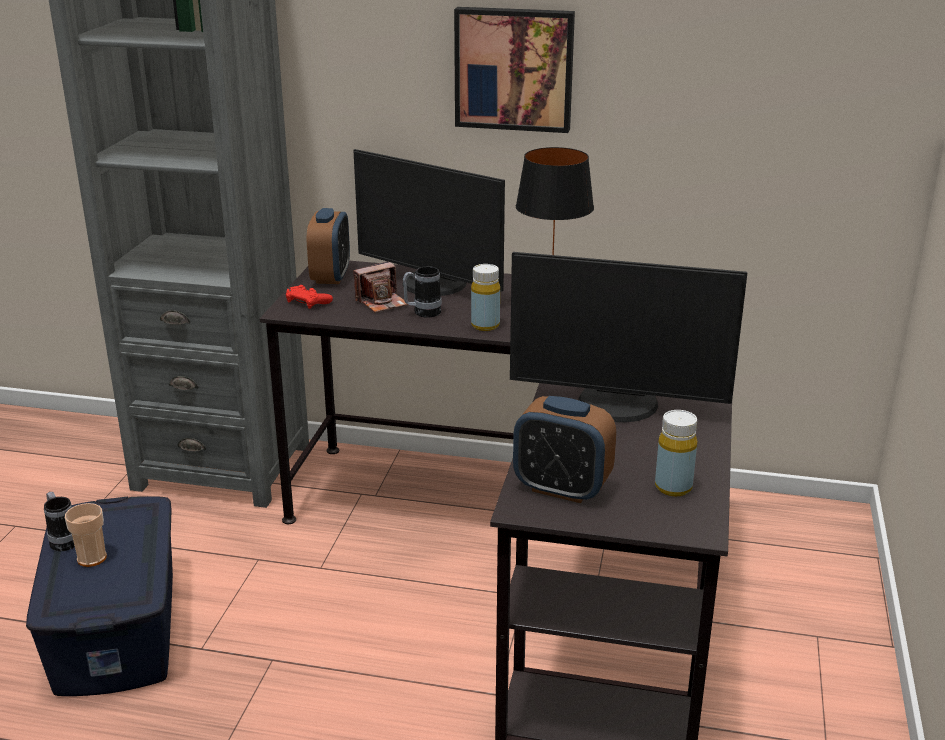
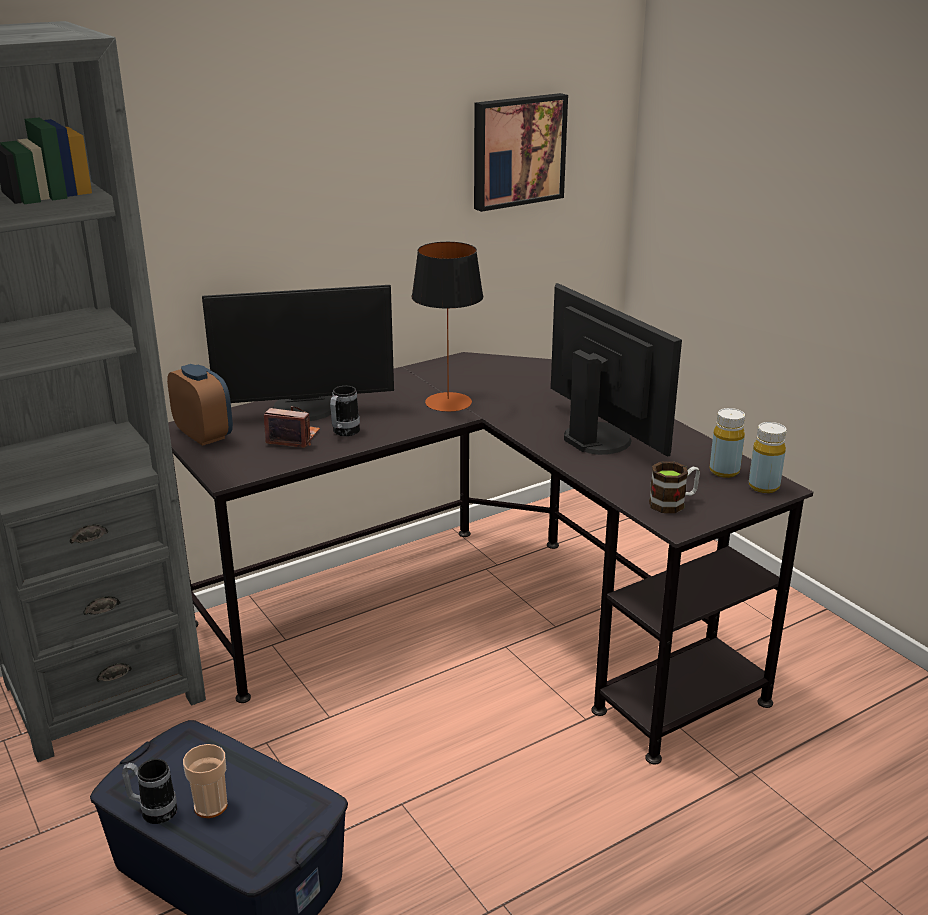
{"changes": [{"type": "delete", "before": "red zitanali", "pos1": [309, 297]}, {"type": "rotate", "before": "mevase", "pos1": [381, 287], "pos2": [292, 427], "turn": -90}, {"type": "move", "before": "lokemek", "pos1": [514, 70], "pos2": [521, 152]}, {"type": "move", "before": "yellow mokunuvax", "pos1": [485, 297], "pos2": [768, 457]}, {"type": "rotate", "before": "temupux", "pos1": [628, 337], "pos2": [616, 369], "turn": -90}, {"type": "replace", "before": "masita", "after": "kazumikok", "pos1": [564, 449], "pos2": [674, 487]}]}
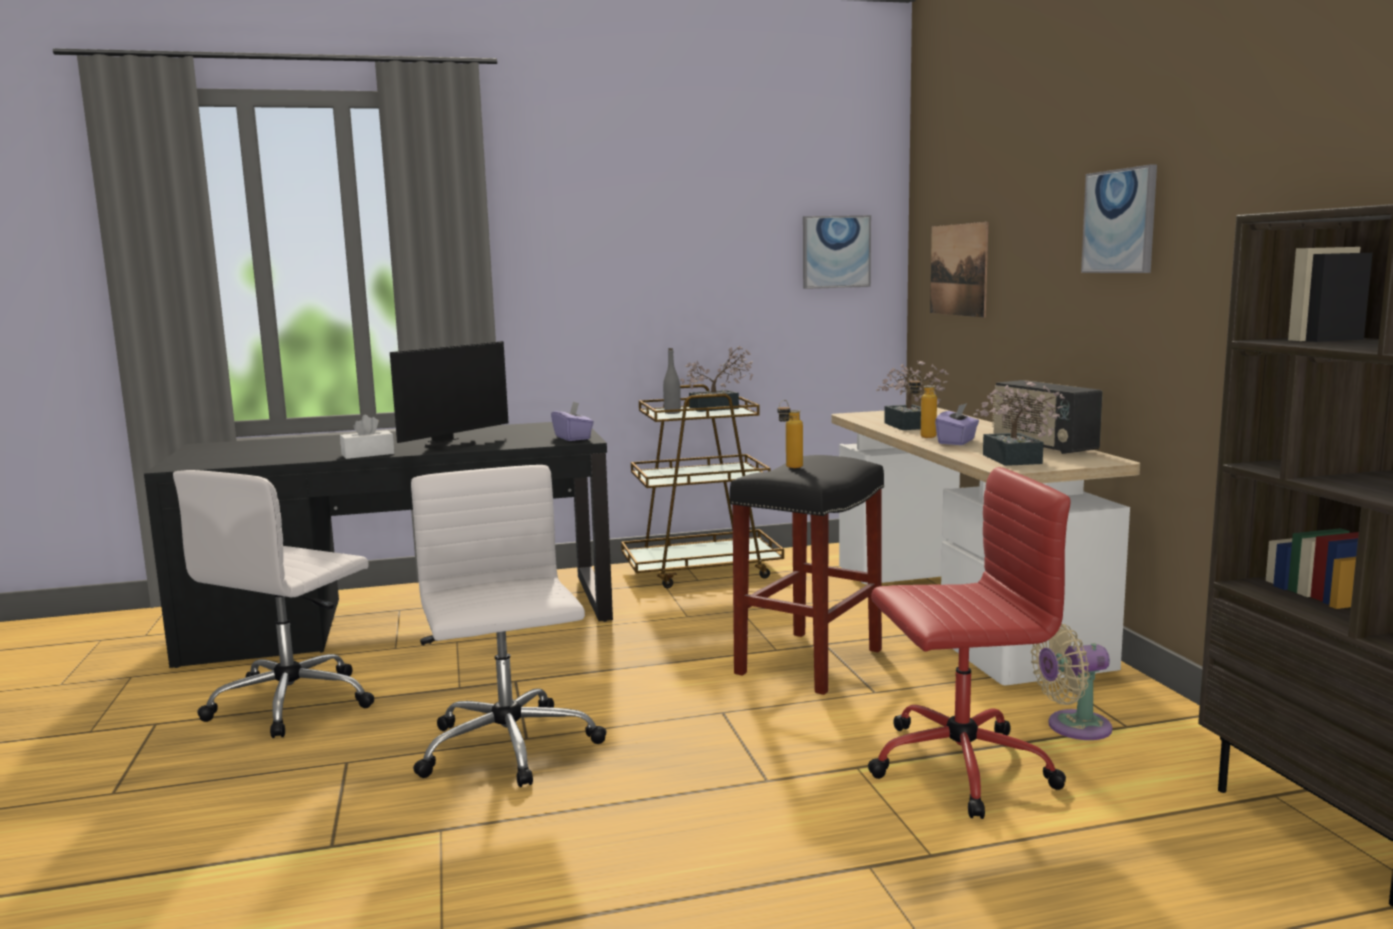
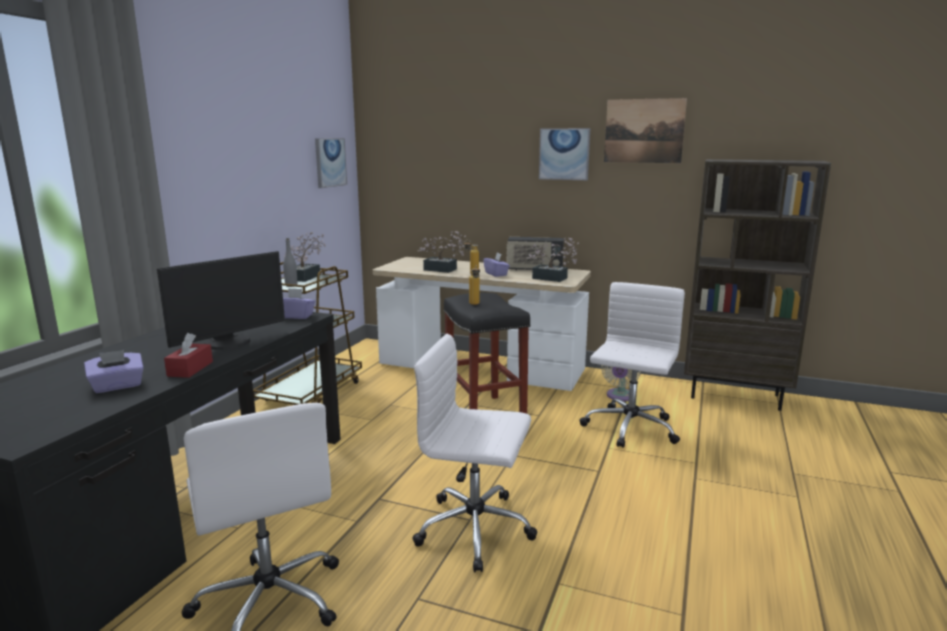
{"changes": [{"type": "recolor", "before": "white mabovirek", "after": "red mabovirek", "pos1": [367, 437], "pos2": [188, 355]}, {"type": "rotate", "before": "temupux", "pos1": [449, 395], "pos2": [221, 300], "turn": 60}, {"type": "recolor", "before": "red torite", "after": "white torite", "pos1": [969, 643], "pos2": [632, 365]}, {"type": "move", "before": "lokemek", "pos1": [959, 270], "pos2": [645, 130]}, {"type": "insert", "after": "purple mabovirek", "pos2": [114, 371]}]}
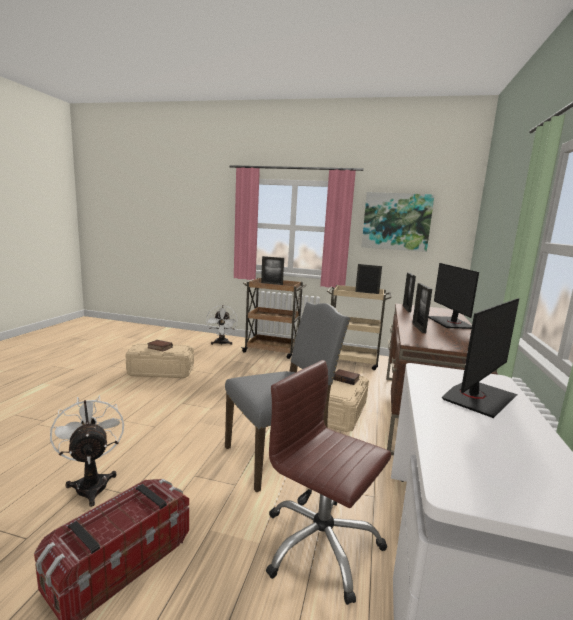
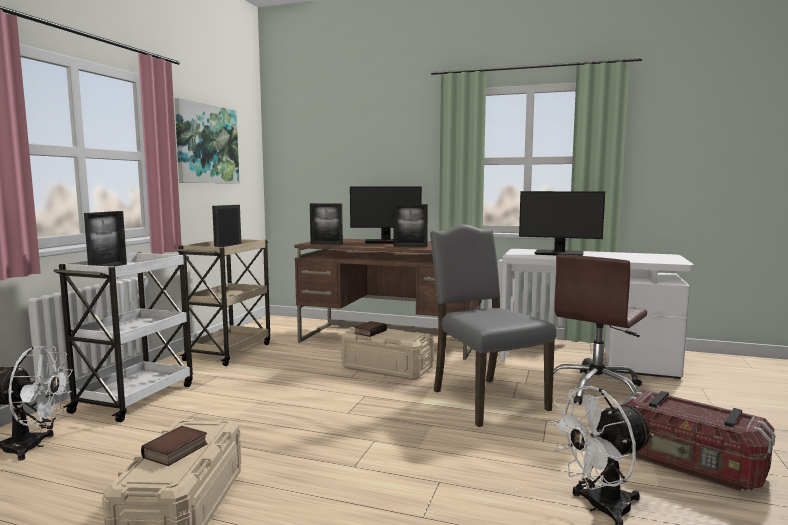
{"changes": [{"type": "recolor", "before": "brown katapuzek", "after": "white katapuzek", "pos1": [274, 318], "pos2": [123, 337]}, {"type": "rotate", "before": "temupux", "pos1": [480, 358], "pos2": [562, 223], "turn": 150}]}
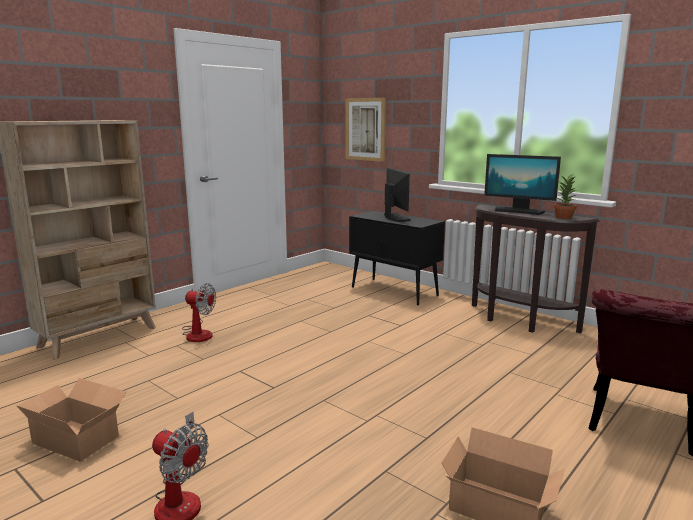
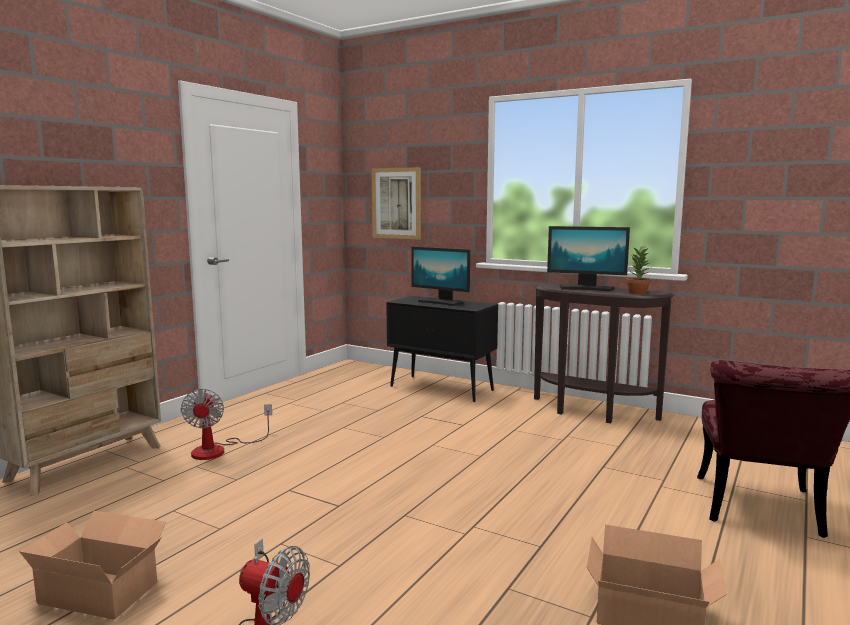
{"changes": [{"type": "rotate", "before": "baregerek", "pos1": [199, 312], "pos2": [226, 424], "turn": 75}, {"type": "rotate", "before": "temupux", "pos1": [397, 195], "pos2": [440, 276], "turn": 150}]}
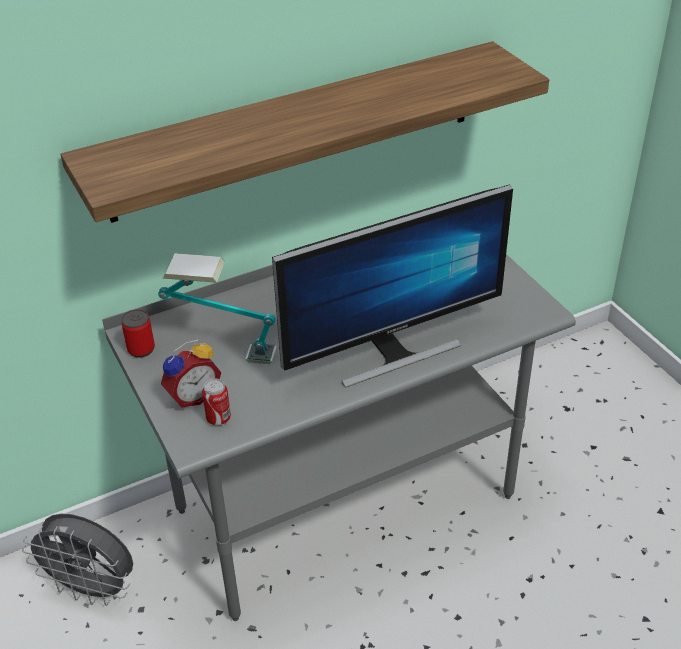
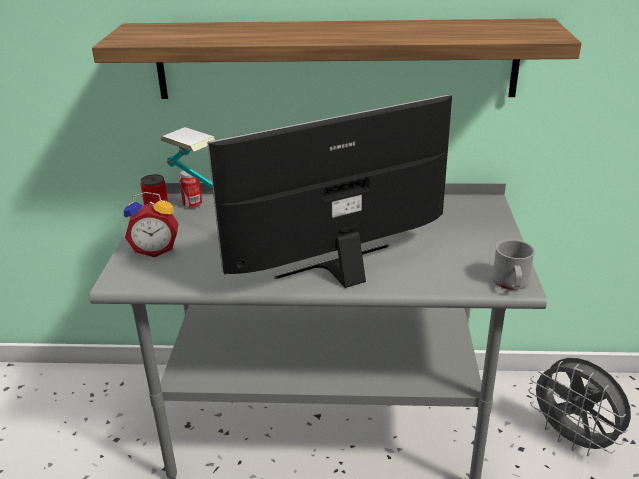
{"changes": [{"type": "move", "before": "grey baregerek", "pos1": [77, 560], "pos2": [579, 407]}, {"type": "move", "before": "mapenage", "pos1": [216, 402], "pos2": [190, 188]}, {"type": "rotate", "before": "temupux", "pos1": [392, 286], "pos2": [329, 191], "turn": 150}, {"type": "insert", "after": "grey kazumikok", "pos2": [513, 264]}]}
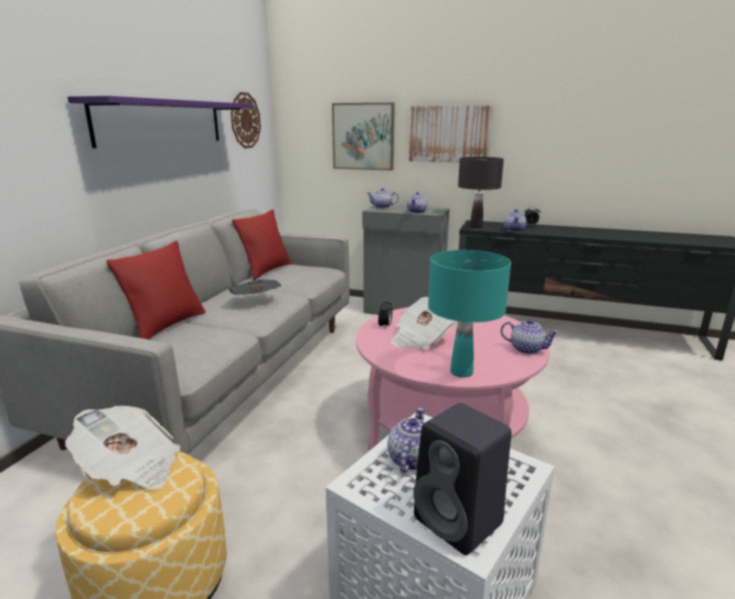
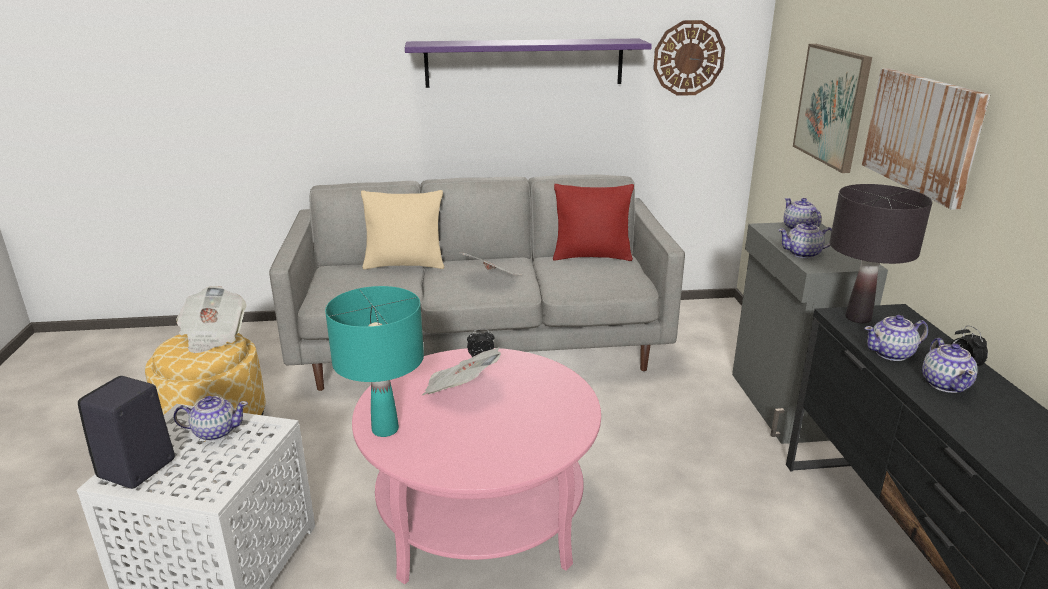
{"changes": [{"type": "recolor", "before": "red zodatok", "after": "beige zodatok", "pos1": [156, 290], "pos2": [403, 230]}, {"type": "move", "before": "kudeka", "pos1": [530, 336], "pos2": [950, 365]}]}
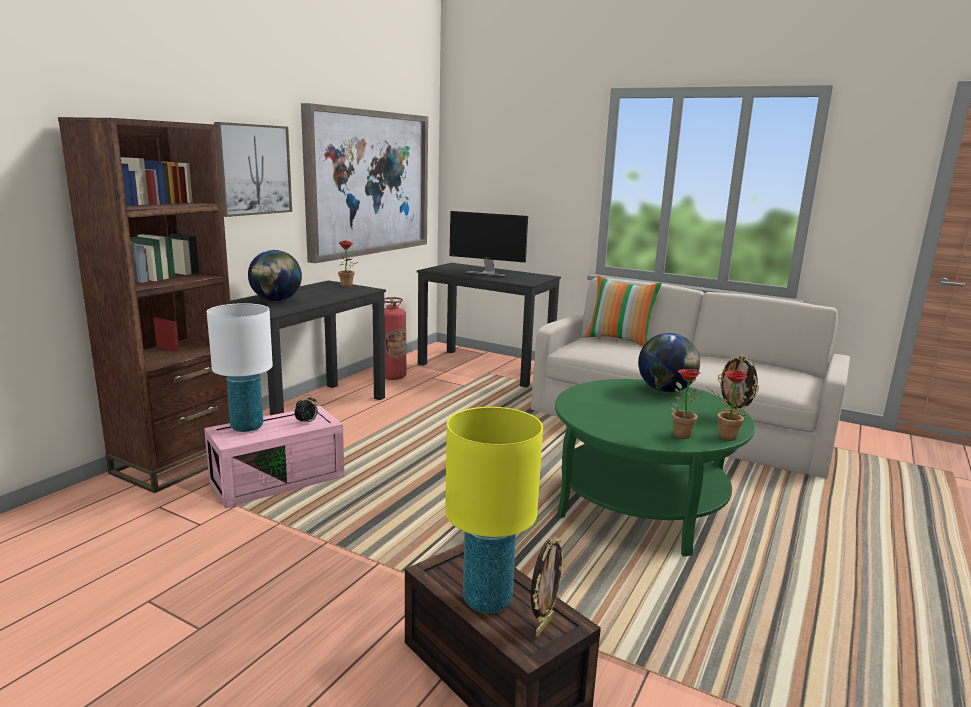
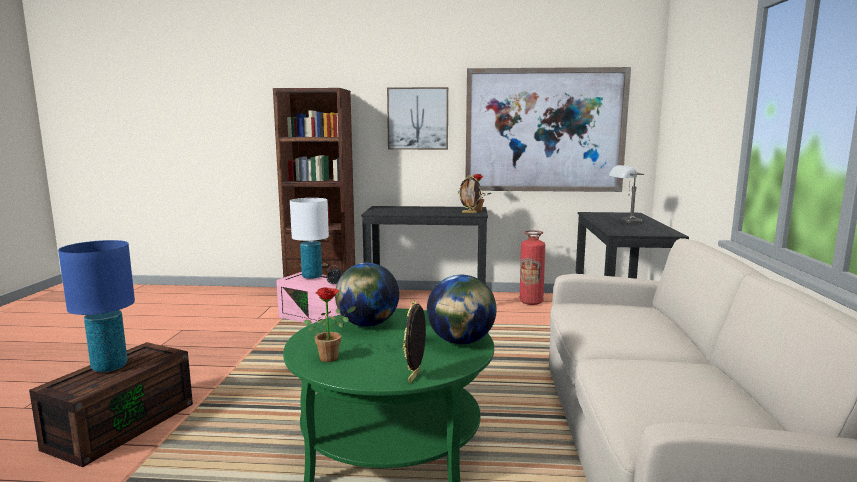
{"changes": [{"type": "move", "before": "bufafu", "pos1": [275, 275], "pos2": [367, 295]}, {"type": "recolor", "before": "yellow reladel", "after": "blue reladel", "pos1": [494, 510], "pos2": [96, 306]}, {"type": "replace", "before": "temupux", "after": "grey reladel", "pos1": [489, 243], "pos2": [626, 194]}, {"type": "move", "before": "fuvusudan", "pos1": [547, 587], "pos2": [470, 194]}, {"type": "delete", "before": "zodatok", "pos1": [623, 310]}, {"type": "delete", "before": "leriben", "pos1": [728, 405]}]}
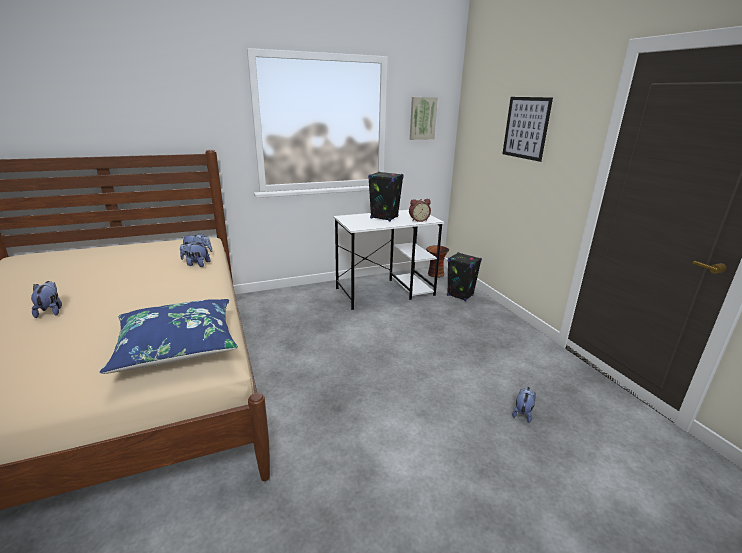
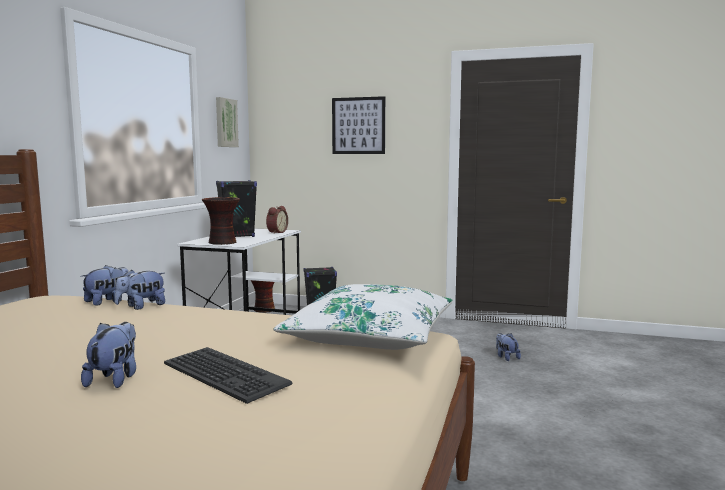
{"changes": [{"type": "rotate", "before": "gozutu", "pos1": [46, 299], "pos2": [108, 355], "turn": 75}, {"type": "recolor", "before": "blue zodatok", "after": "white zodatok", "pos1": [169, 336], "pos2": [363, 317]}, {"type": "insert", "after": "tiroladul", "pos2": [228, 375]}, {"type": "insert", "after": "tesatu", "pos2": [221, 221]}]}
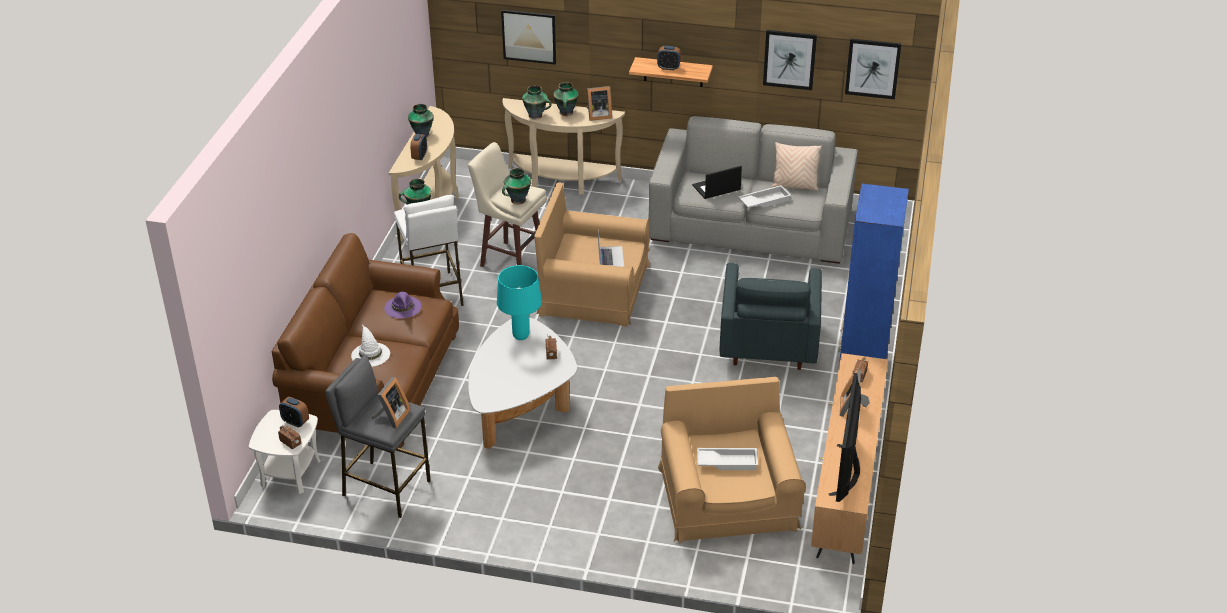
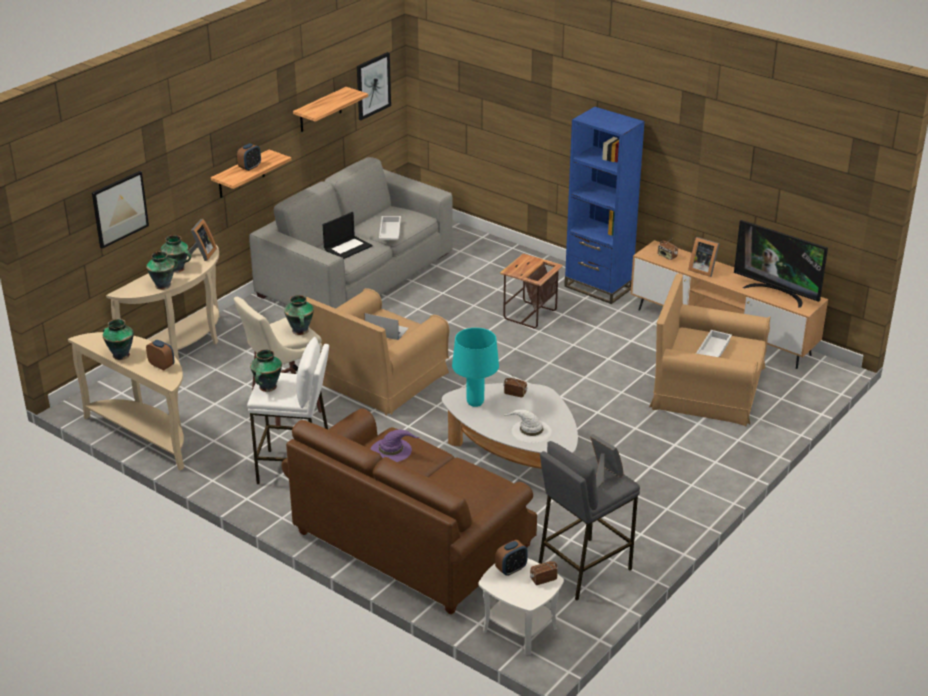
{"changes": [{"type": "move", "before": "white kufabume", "pos1": [370, 345], "pos2": [527, 426]}, {"type": "rotate", "before": "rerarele", "pos1": [717, 182], "pos2": [347, 235], "turn": -135}, {"type": "replace", "before": "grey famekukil", "after": "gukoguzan", "pos1": [770, 316], "pos2": [531, 291]}, {"type": "replace", "before": "lokemek", "after": "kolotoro", "pos1": [790, 60], "pos2": [330, 109]}, {"type": "delete", "before": "beige zodatok", "pos1": [796, 166]}]}
